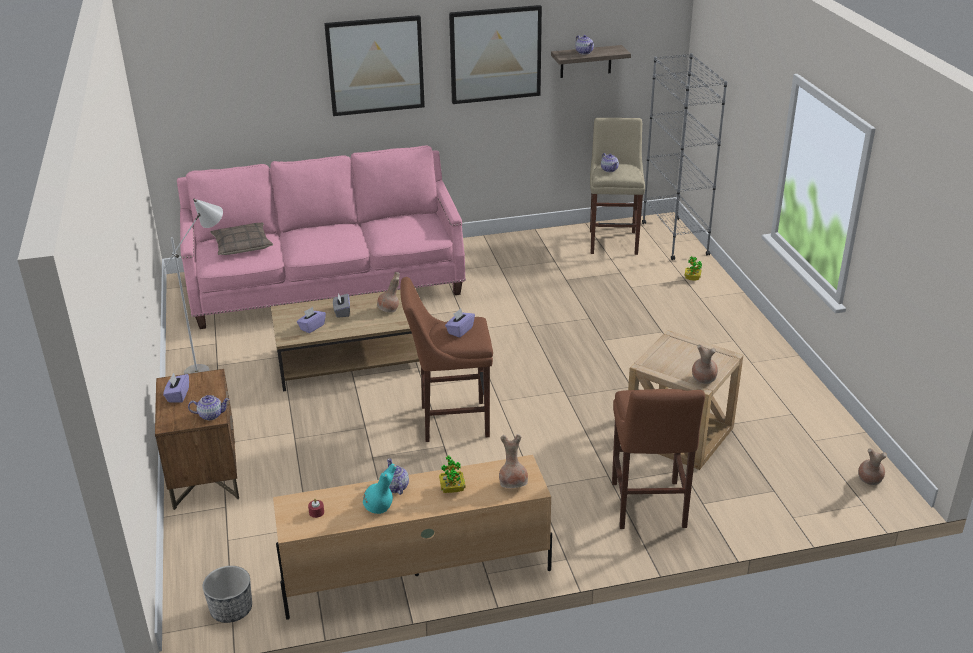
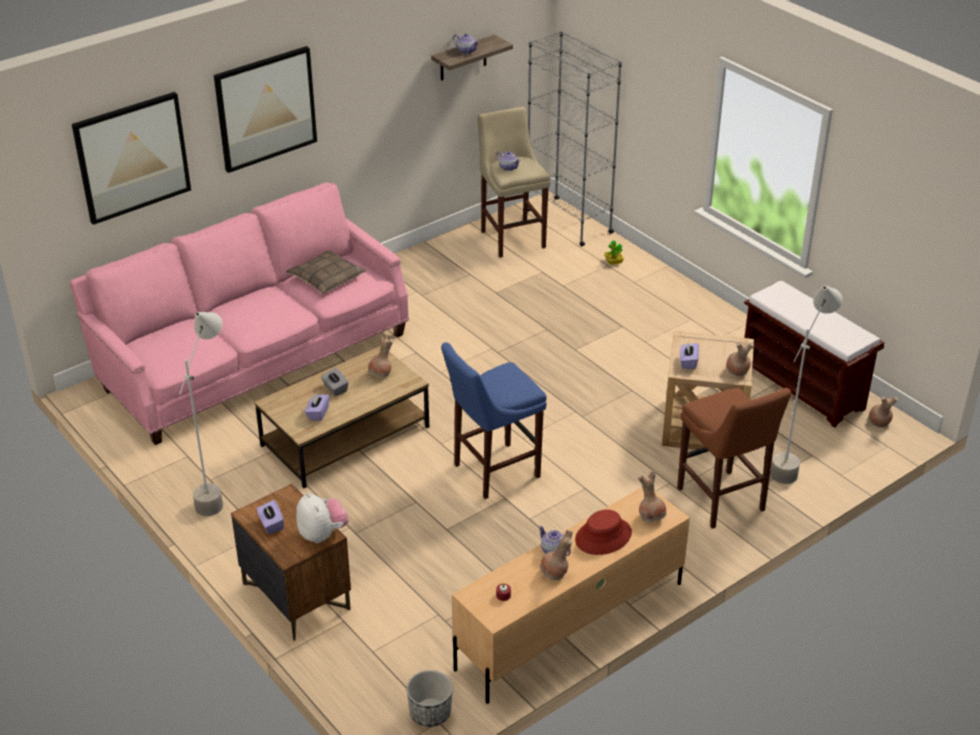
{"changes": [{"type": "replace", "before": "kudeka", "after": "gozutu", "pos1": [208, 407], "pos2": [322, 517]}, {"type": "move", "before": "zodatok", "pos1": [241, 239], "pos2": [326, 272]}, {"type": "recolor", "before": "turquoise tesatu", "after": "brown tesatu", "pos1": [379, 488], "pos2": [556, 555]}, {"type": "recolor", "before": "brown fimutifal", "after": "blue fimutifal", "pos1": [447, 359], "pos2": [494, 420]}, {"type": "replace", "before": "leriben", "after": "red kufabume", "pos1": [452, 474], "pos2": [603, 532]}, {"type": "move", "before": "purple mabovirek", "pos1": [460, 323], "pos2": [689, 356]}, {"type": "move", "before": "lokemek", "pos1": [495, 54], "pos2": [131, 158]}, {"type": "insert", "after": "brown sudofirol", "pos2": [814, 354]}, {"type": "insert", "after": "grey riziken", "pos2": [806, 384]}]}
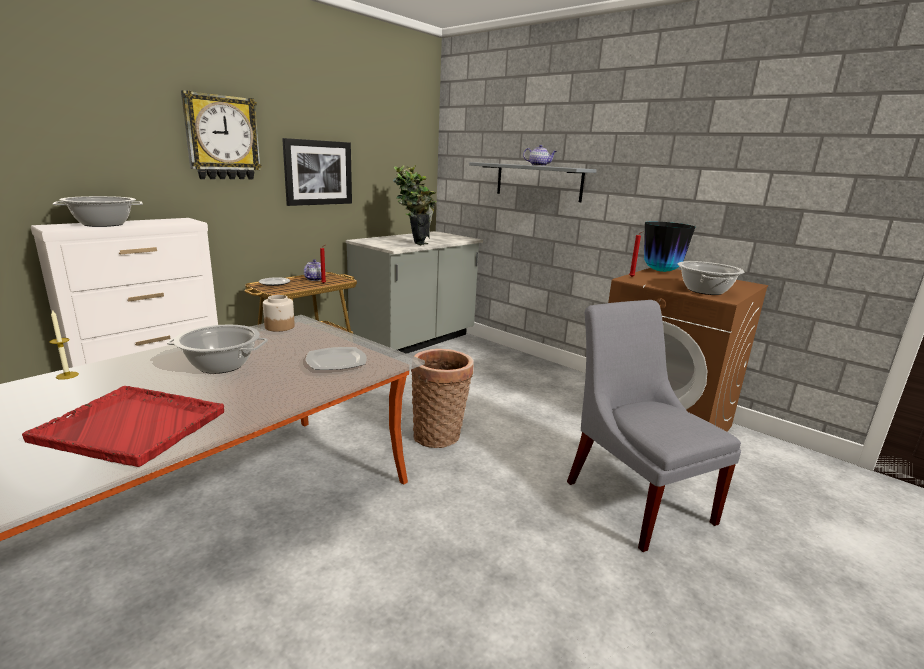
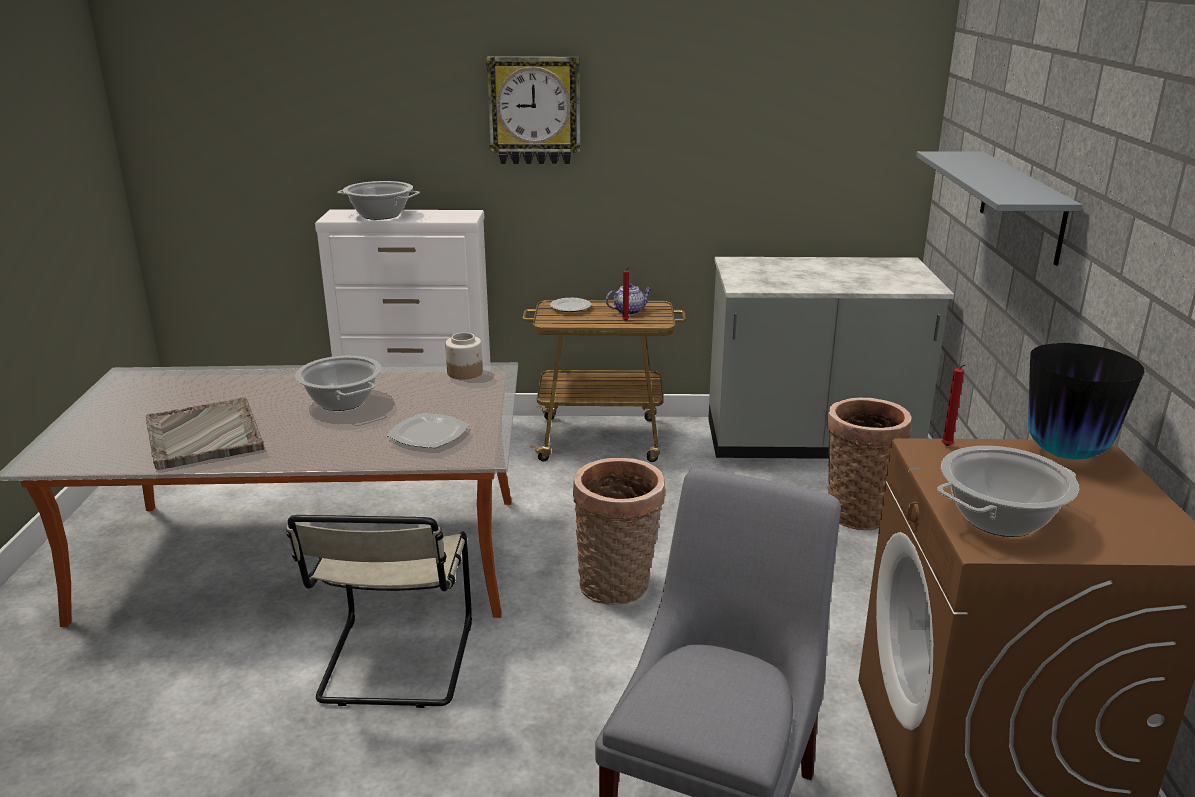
{"changes": [{"type": "recolor", "before": "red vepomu", "after": "grey vepomu", "pos1": [123, 426], "pos2": [205, 433]}, {"type": "delete", "before": "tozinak", "pos1": [64, 344]}, {"type": "delete", "before": "lokemek", "pos1": [317, 172]}, {"type": "delete", "before": "leriben", "pos1": [415, 205]}, {"type": "delete", "before": "kudeka", "pos1": [540, 155]}, {"type": "insert", "after": "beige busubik", "pos2": [379, 611]}, {"type": "insert", "after": "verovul", "pos2": [869, 464]}]}
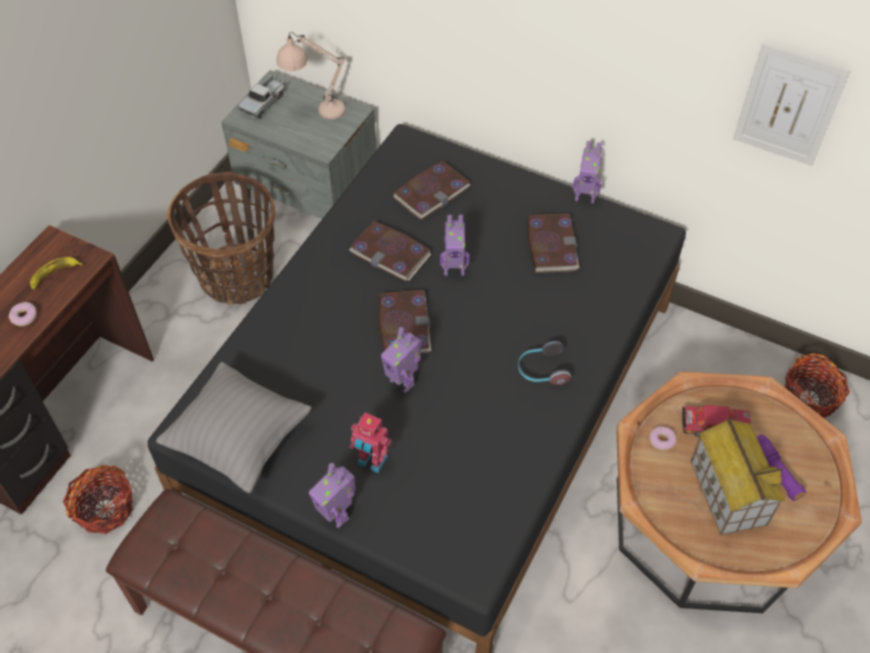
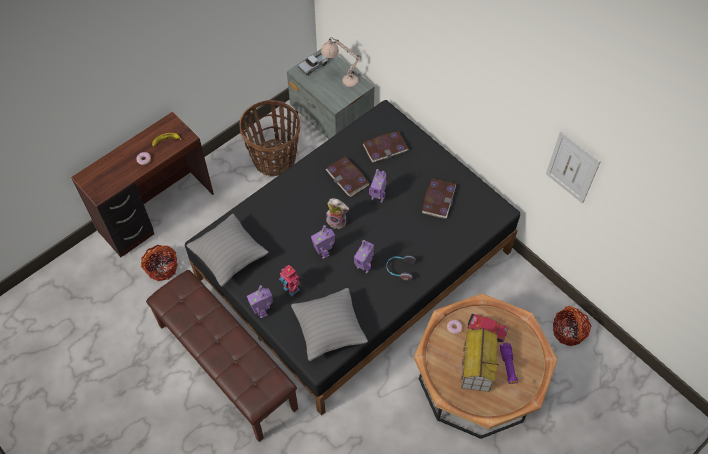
{"changes": [{"type": "replace", "before": "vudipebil", "after": "gozutu", "pos1": [405, 322], "pos2": [337, 213]}, {"type": "move", "before": "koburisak", "pos1": [587, 172], "pos2": [364, 256]}, {"type": "insert", "after": "grey zodatok", "pos2": [329, 324]}]}
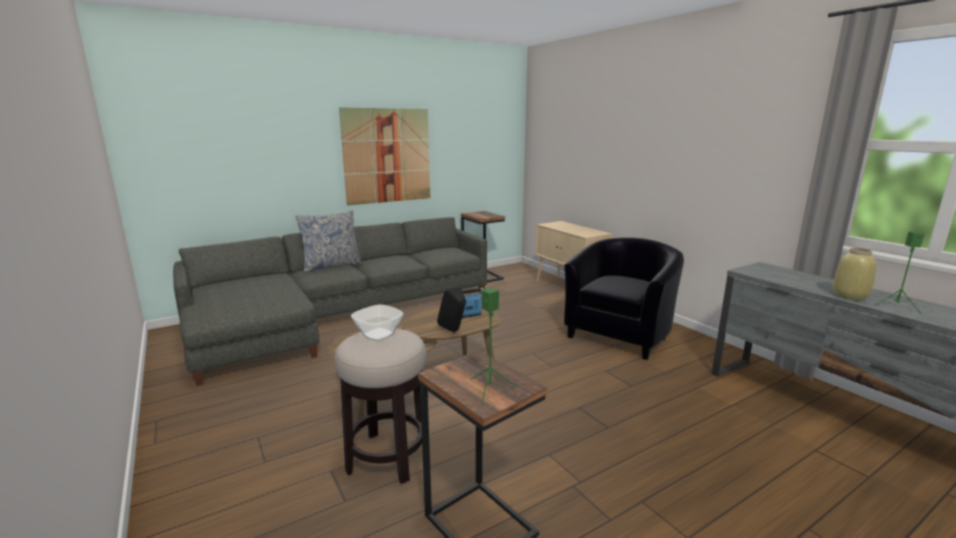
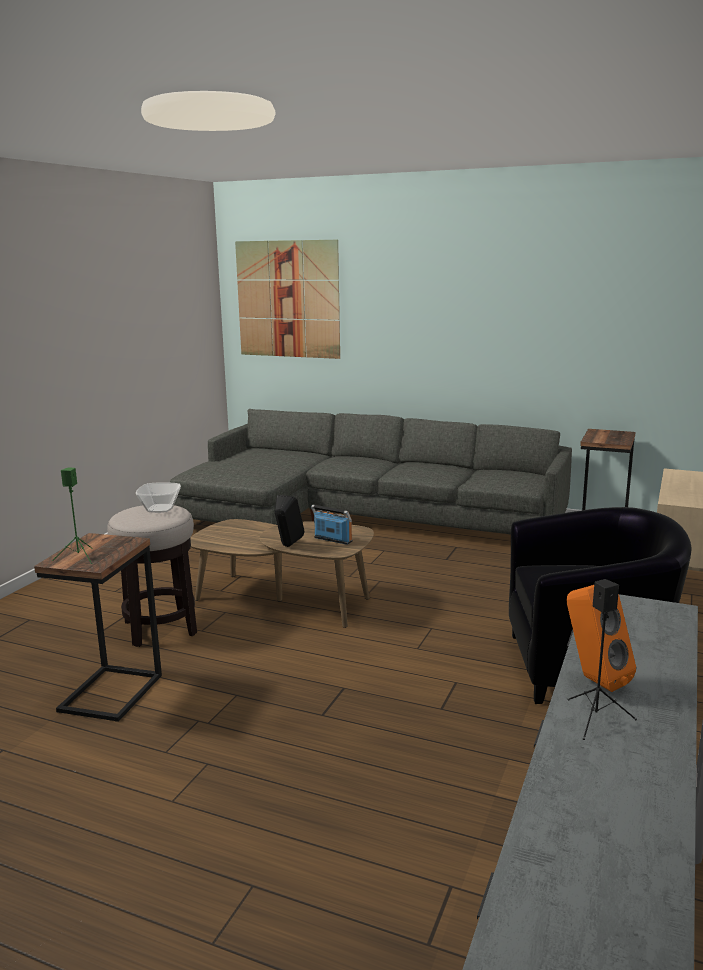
{"changes": [{"type": "delete", "before": "zodatok", "pos1": [329, 241]}, {"type": "move", "before": "lokemek", "pos1": [384, 157], "pos2": [287, 299]}, {"type": "replace", "before": "beige tesatu", "after": "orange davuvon", "pos1": [854, 274], "pos2": [601, 638]}, {"type": "recolor", "before": "green davuvon", "after": "black davuvon", "pos1": [899, 272], "pos2": [602, 659]}]}
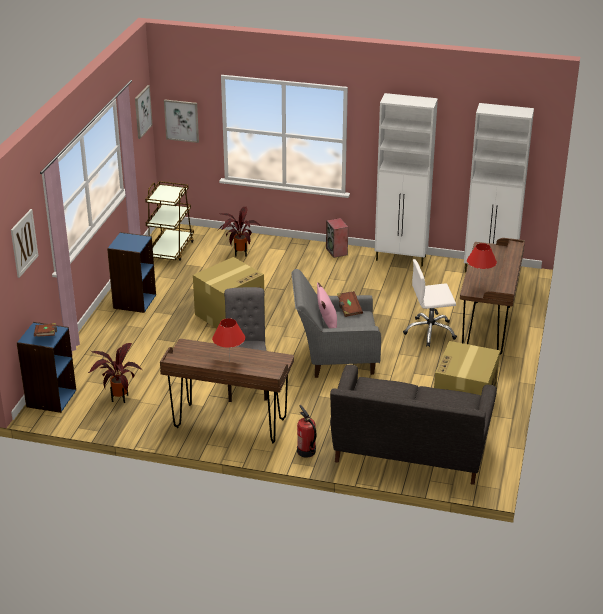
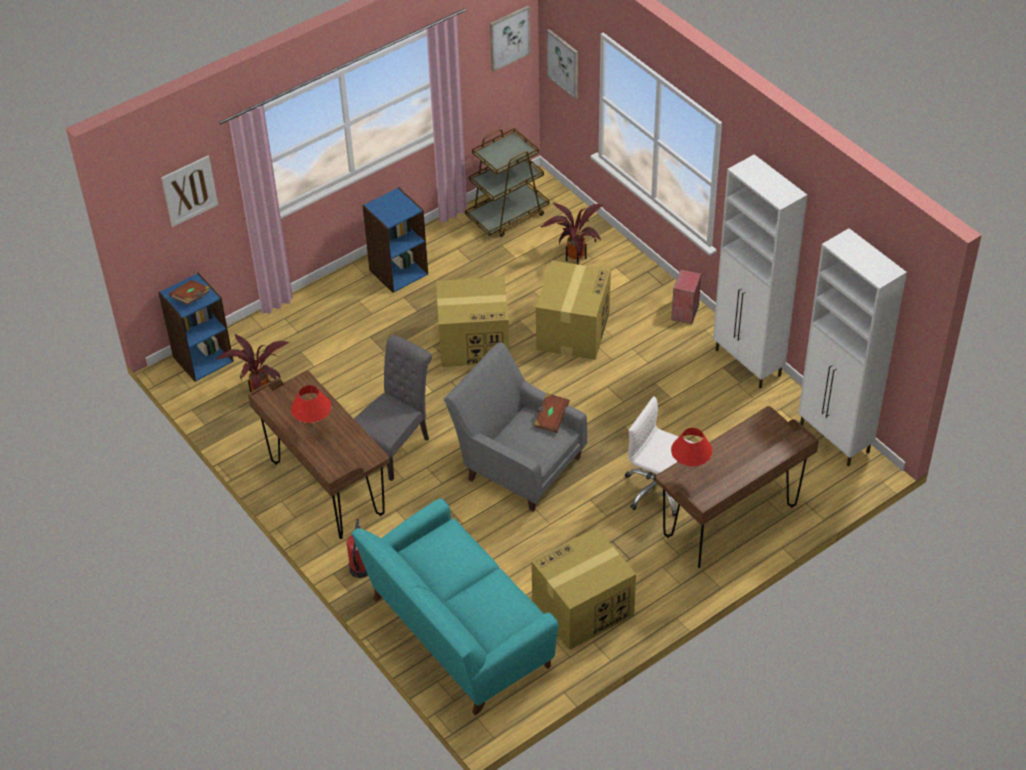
{"changes": [{"type": "delete", "before": "pink zodatok", "pos1": [327, 305]}, {"type": "recolor", "before": "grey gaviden", "after": "turquoise gaviden", "pos1": [413, 424], "pos2": [455, 606]}, {"type": "insert", "after": "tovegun", "pos2": [573, 310]}]}
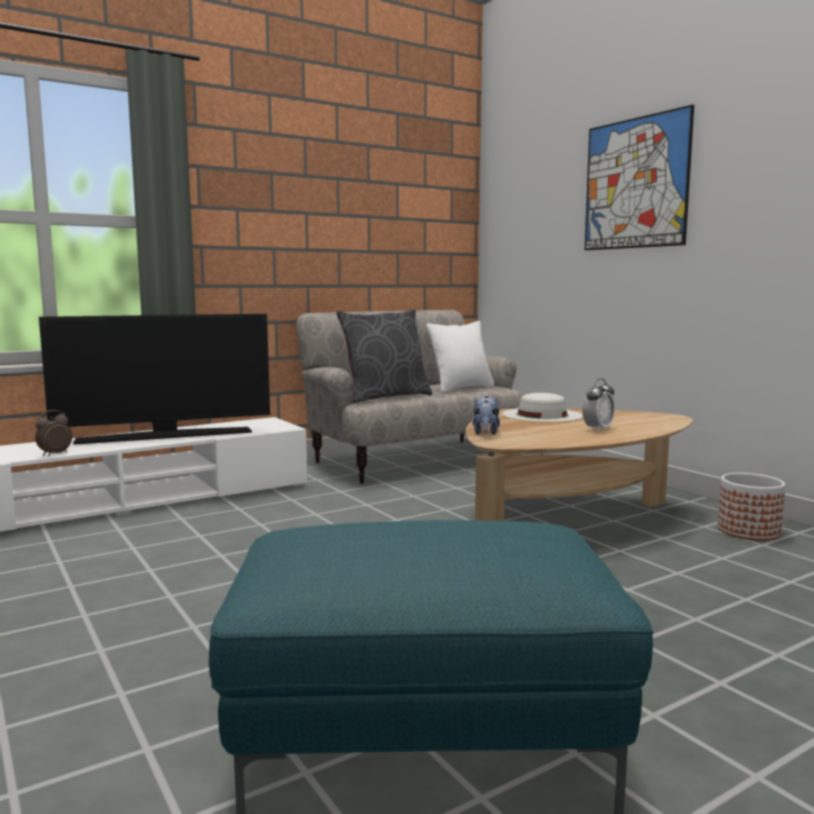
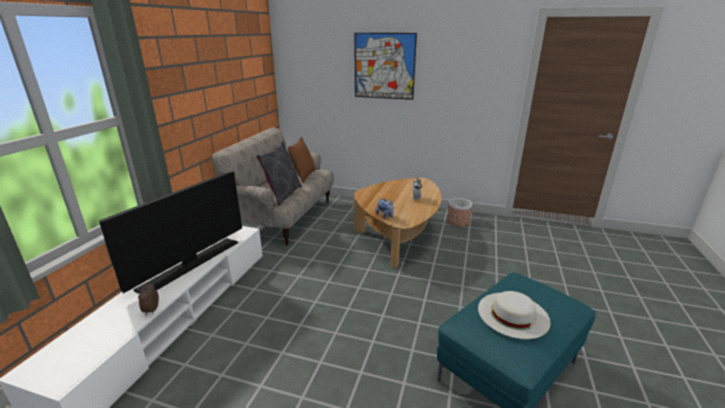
{"changes": [{"type": "recolor", "before": "white zodatok", "after": "brown zodatok", "pos1": [460, 357], "pos2": [301, 160]}, {"type": "move", "before": "white kufabume", "pos1": [542, 407], "pos2": [514, 315]}]}
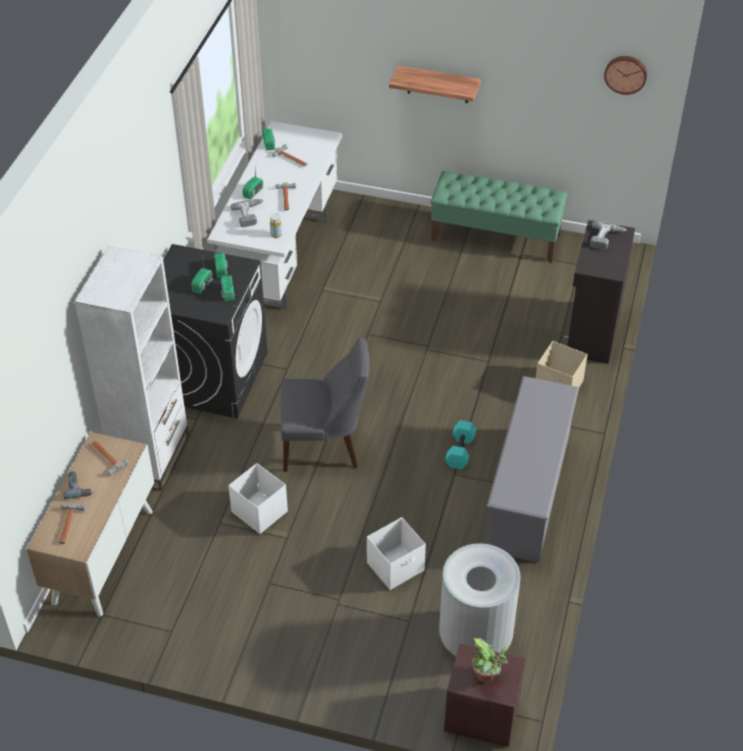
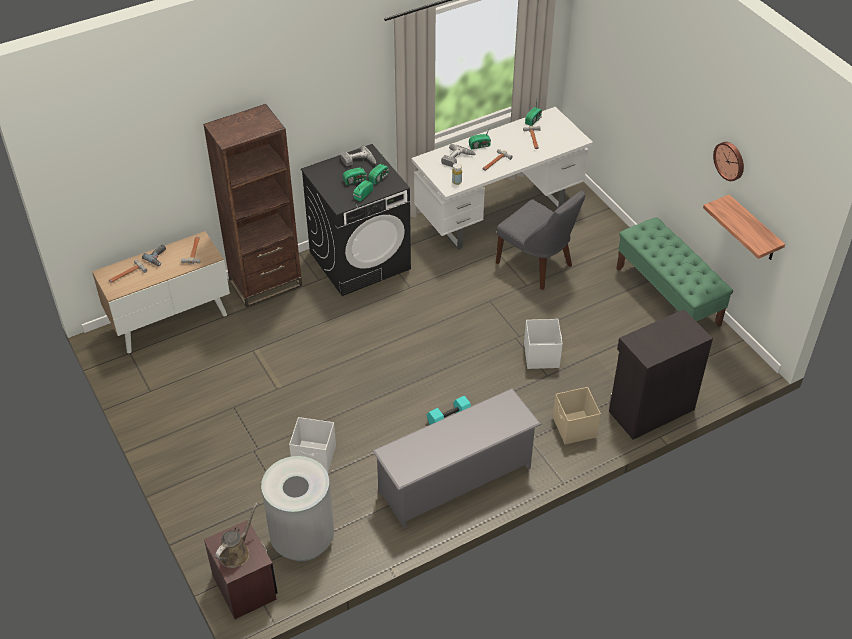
{"changes": [{"type": "recolor", "before": "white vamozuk", "after": "brown vamozuk", "pos1": [131, 368], "pos2": [252, 206]}, {"type": "move", "before": "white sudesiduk", "pos1": [258, 498], "pos2": [543, 344]}, {"type": "move", "before": "grey busubik", "pos1": [325, 404], "pos2": [540, 240]}, {"type": "move", "before": "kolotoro", "pos1": [435, 84], "pos2": [744, 227]}, {"type": "replace", "before": "leriben", "after": "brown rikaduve", "pos1": [489, 660], "pos2": [236, 535]}, {"type": "move", "before": "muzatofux", "pos1": [608, 235], "pos2": [358, 155]}, {"type": "move", "before": "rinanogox", "pos1": [625, 75], "pos2": [728, 161]}]}
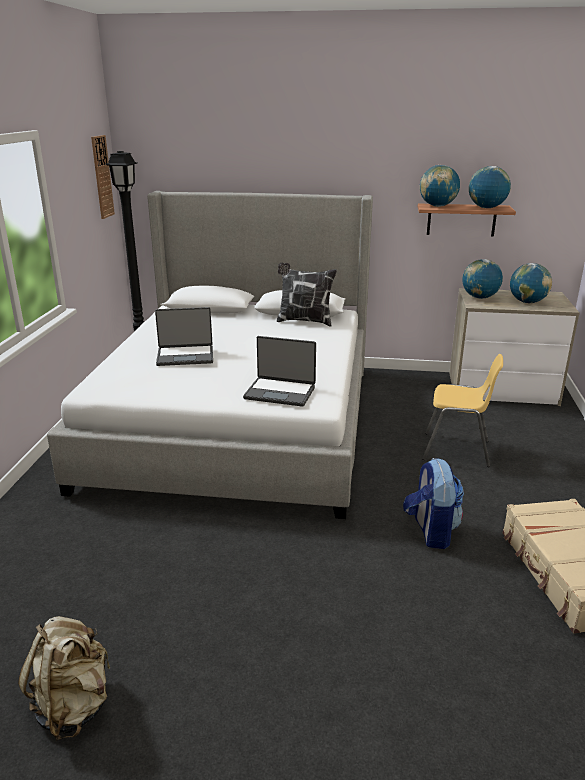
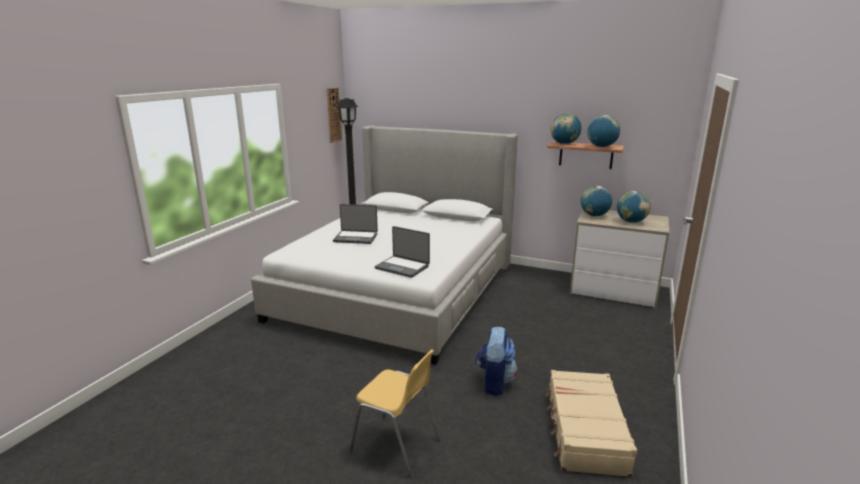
{"changes": [{"type": "delete", "before": "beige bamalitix", "pos1": [64, 678]}, {"type": "delete", "before": "zodatok", "pos1": [307, 294]}, {"type": "move", "before": "yellow busubik", "pos1": [462, 410], "pos2": [394, 413]}]}
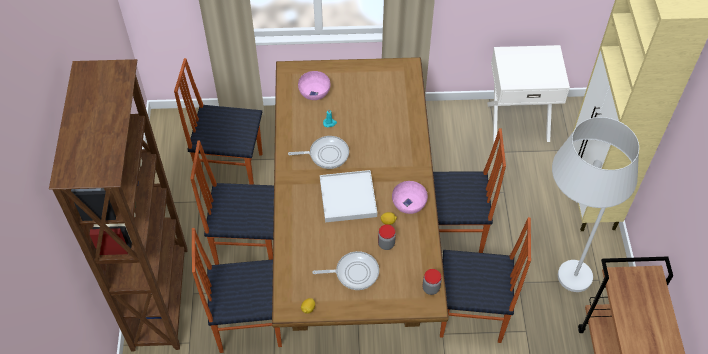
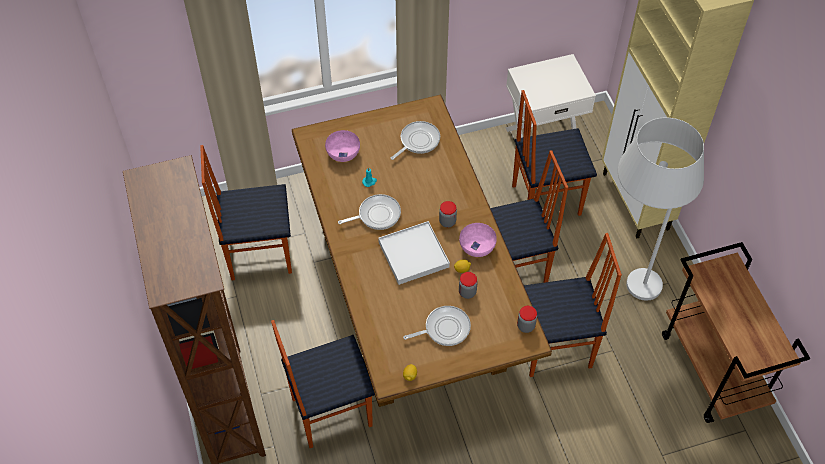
{"changes": [{"type": "move", "before": "busubik", "pos1": [232, 202], "pos2": [554, 153]}, {"type": "insert", "after": "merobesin", "pos2": [415, 140]}, {"type": "insert", "after": "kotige", "pos2": [448, 214]}]}
